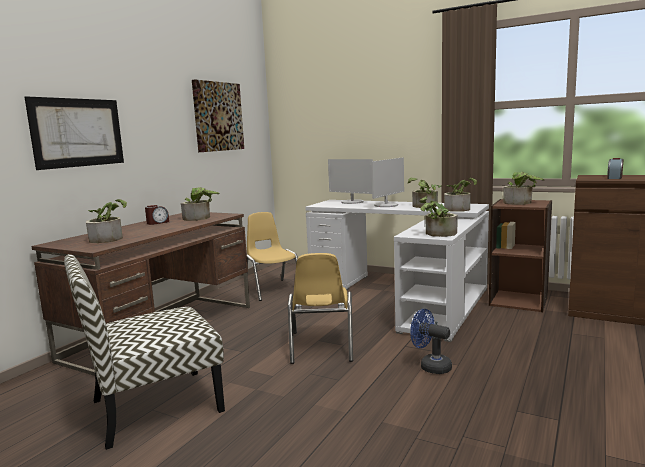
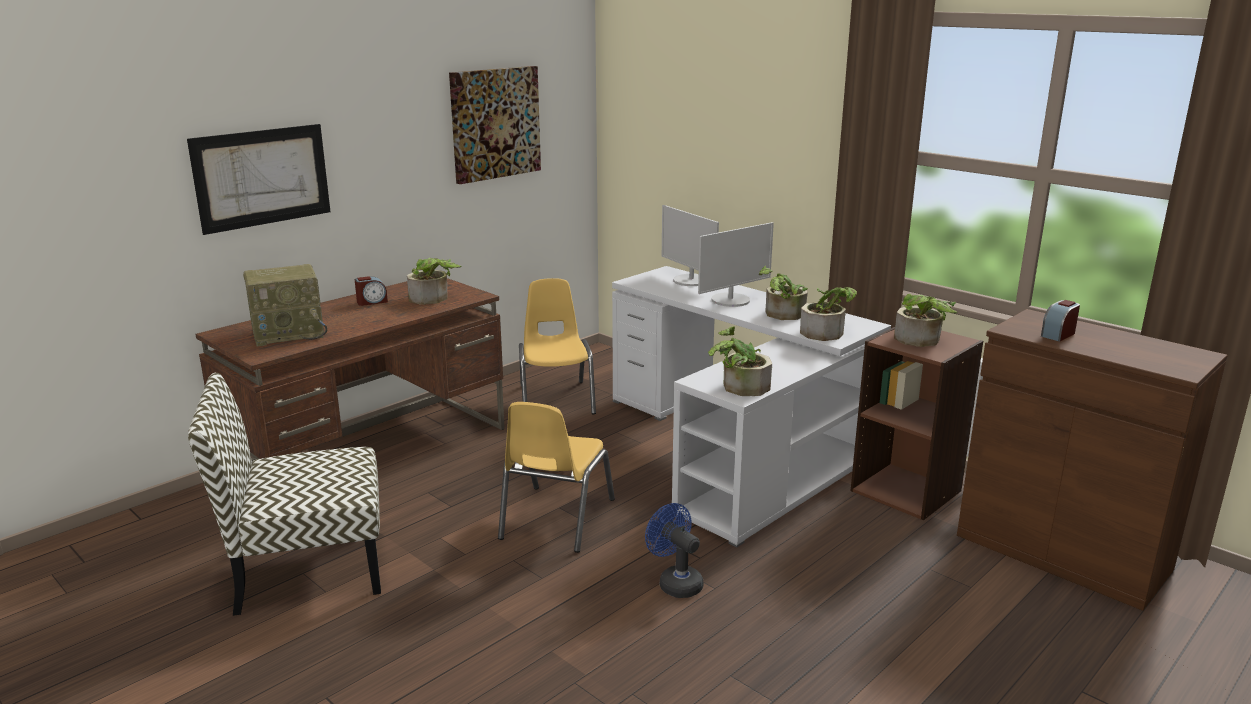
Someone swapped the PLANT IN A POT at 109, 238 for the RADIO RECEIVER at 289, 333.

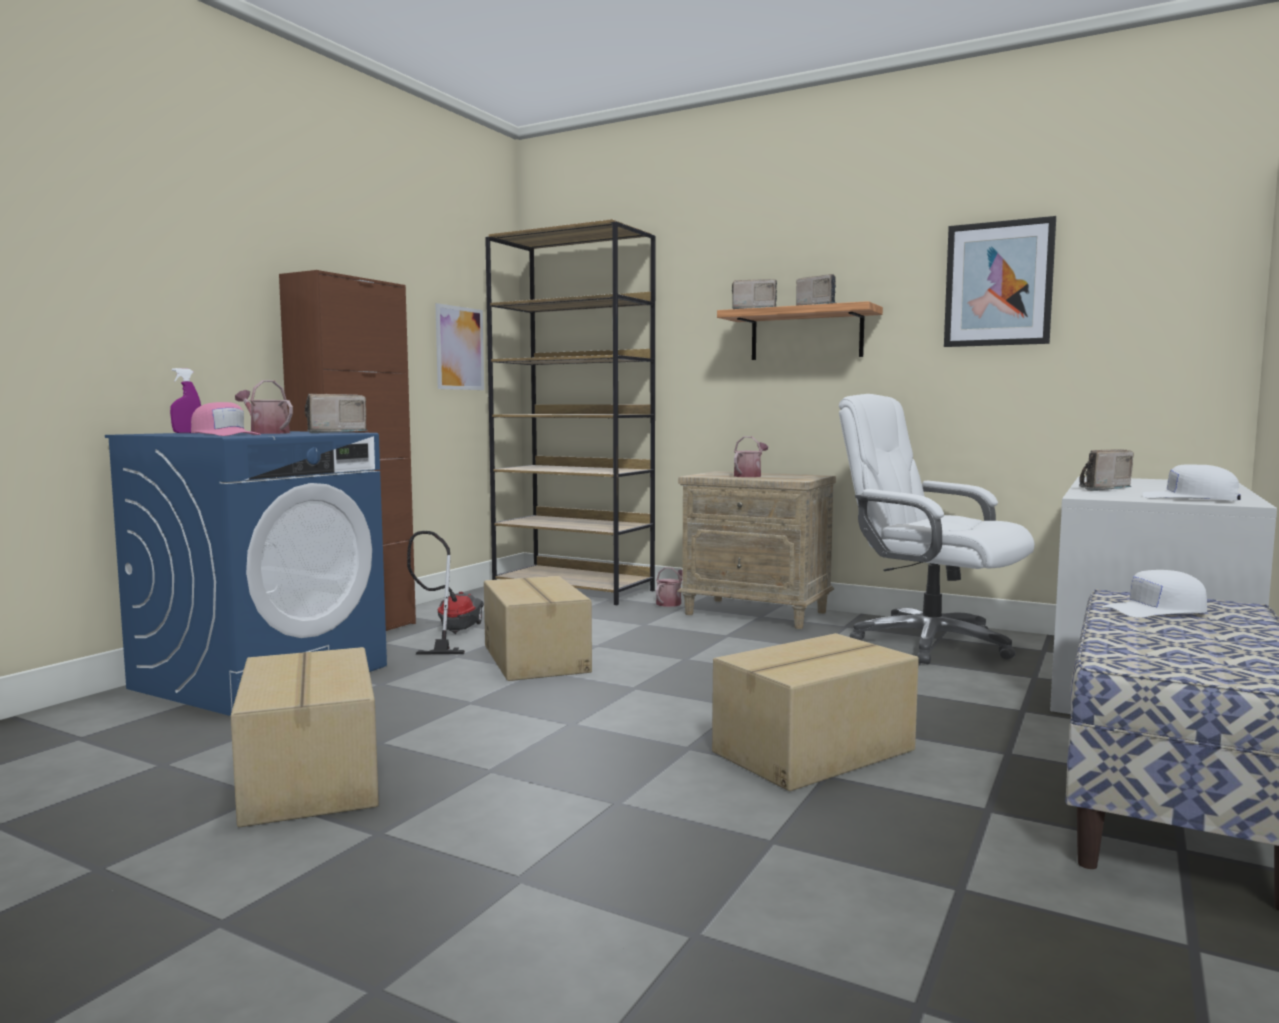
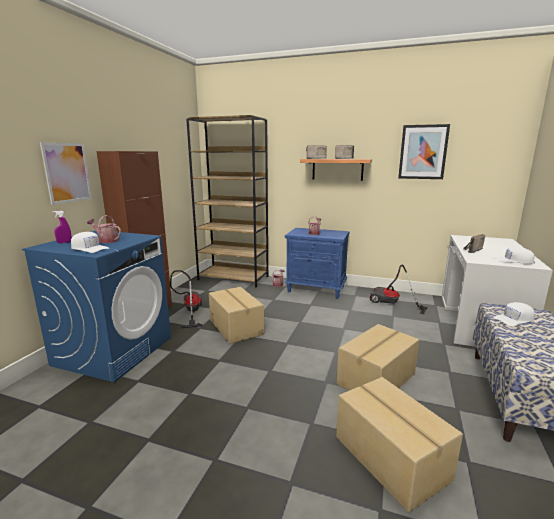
Someone repainted the PINK BASEBALL CAP at 224, 435, which became the WHITE BASEBALL CAP at 89, 248.
Someone carried the PACKING BOX from 307, 778 to 390, 458.
Someone took away the RADIO RECEIVER at 333, 432.
Someone carried the WALL PICTURE from 459, 348 to 67, 172.
Someone repainted the BEIGE NIGHTSTAND at 757, 613, which became the BLUE-COLOURED NIGHTSTAND at 316, 289.
Someone swapped the WHITE COMPUTER CHAIR at 929, 644 for the VACUUM at 391, 304.

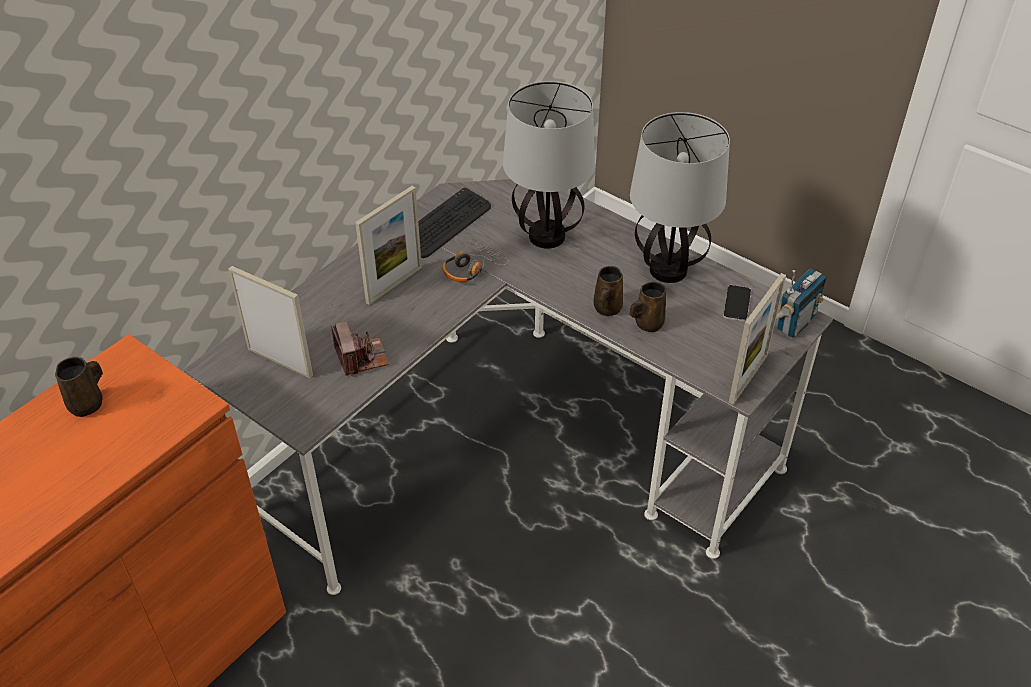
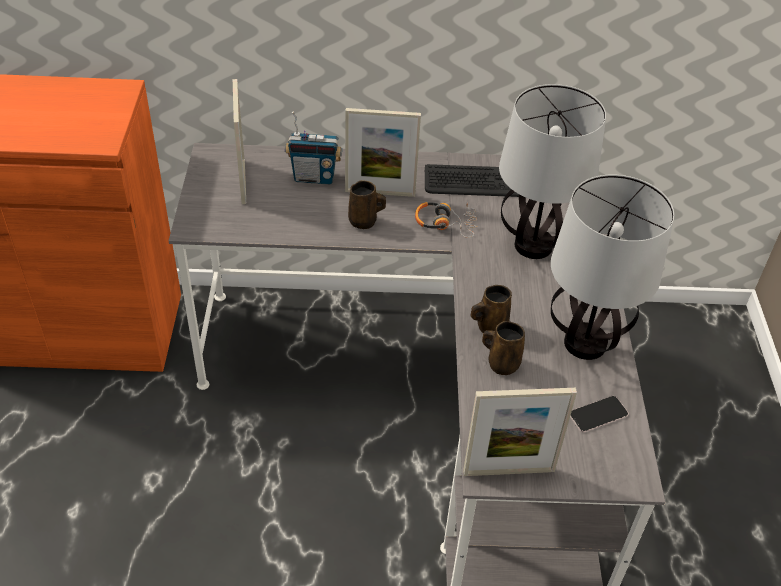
Someone carried the BROWN COFFEE MUG from 88, 404 to 364, 221.
Someone took away the PHOTO CAMERA at 361, 357.
Someone carried the RADIO RECEIVER from 794, 323 to 314, 177.

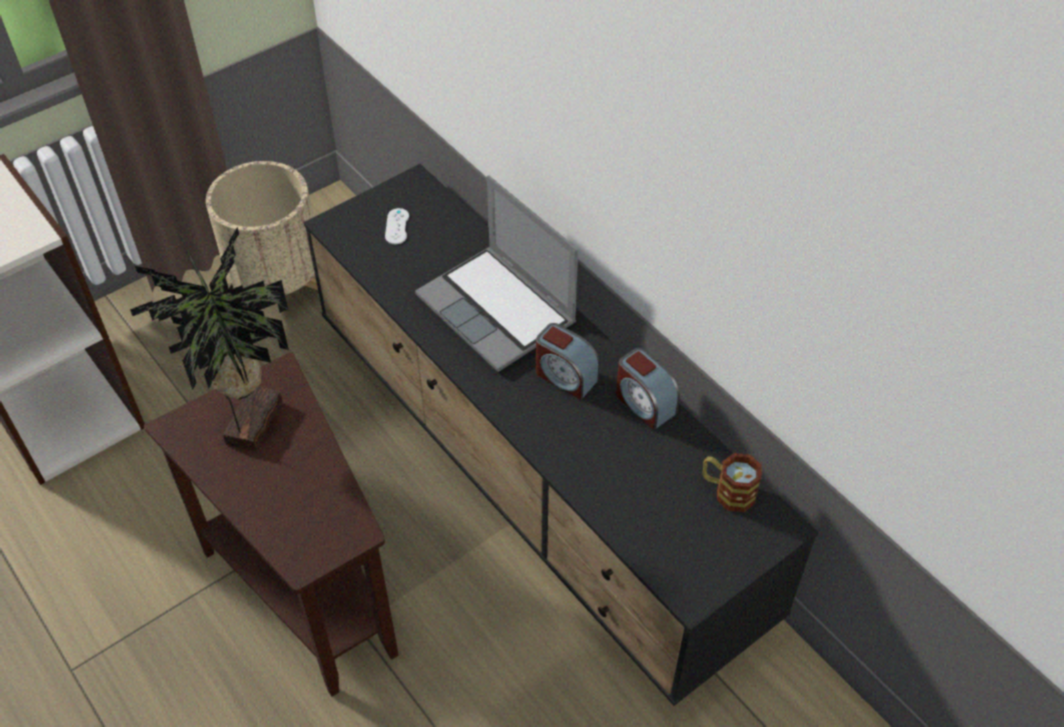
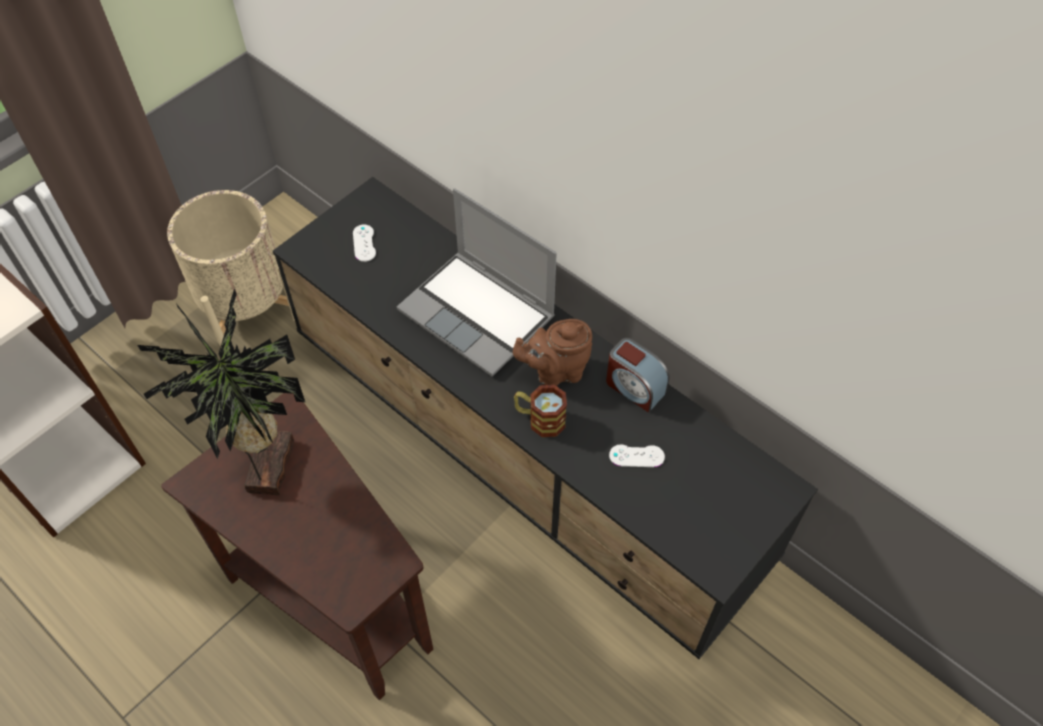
Someone swapped the BEDSIDE CLOCK at 565, 376 for the BROWN TEAPOT at 555, 371.
Someone carried the COFFEE MUG from 727, 491 to 539, 419.
Someone put down the WHITE GAME CONTROLLER at 636, 456.

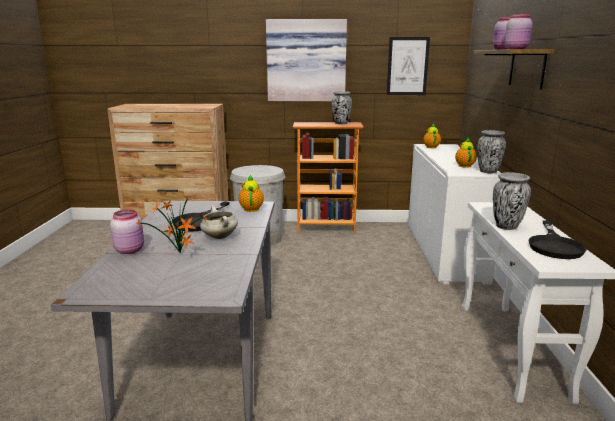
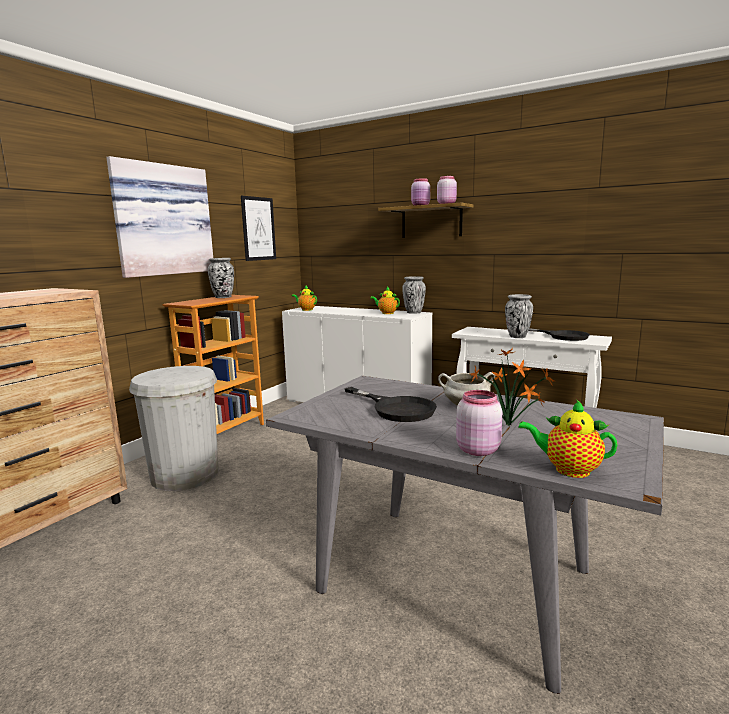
Someone carried the TEAPOT from 251, 208 to 568, 470.

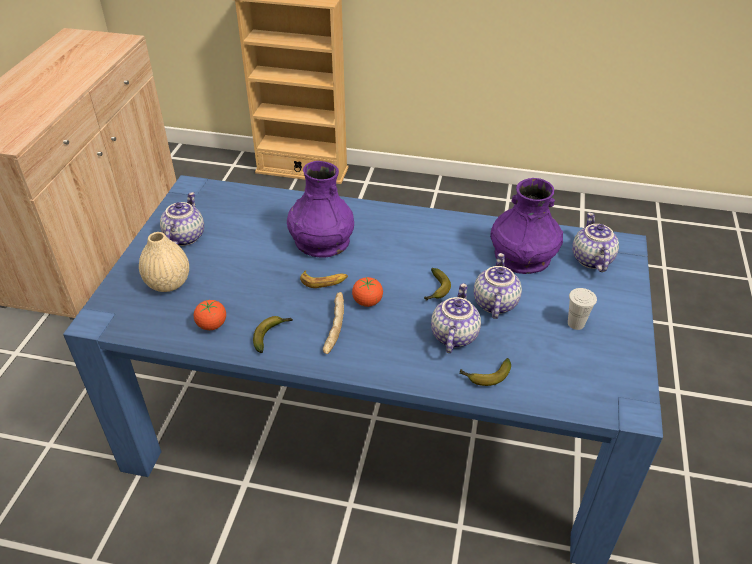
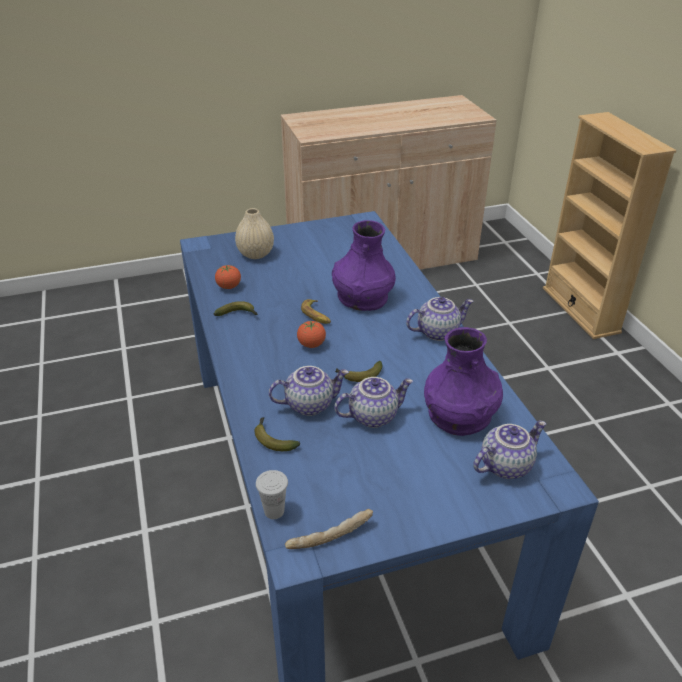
Someone carried the TEAPOT from 184, 237 to 437, 332.
Someone carried the BAKERY BREAD from 333, 328 to 329, 535.
Someone carried the WHITE DRINKING CUP from 576, 323 to 274, 511.

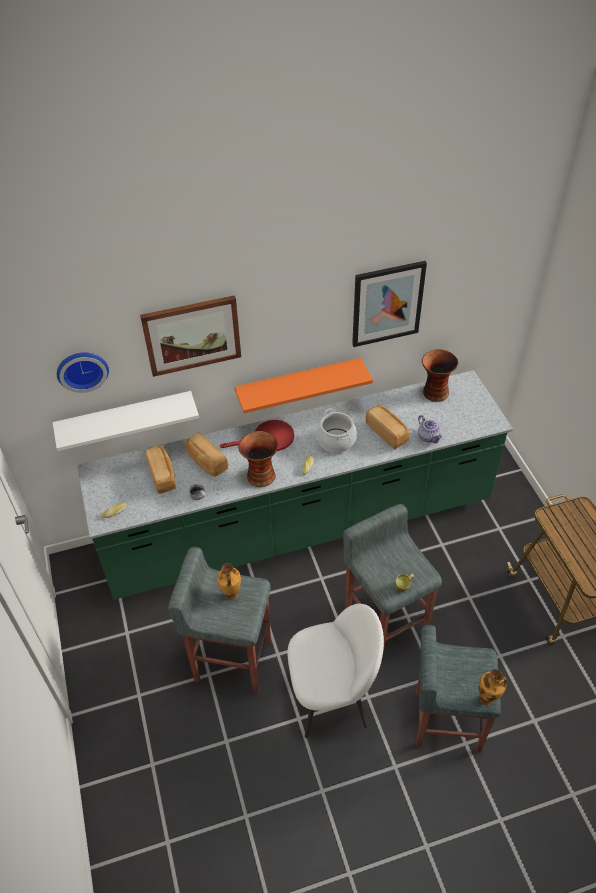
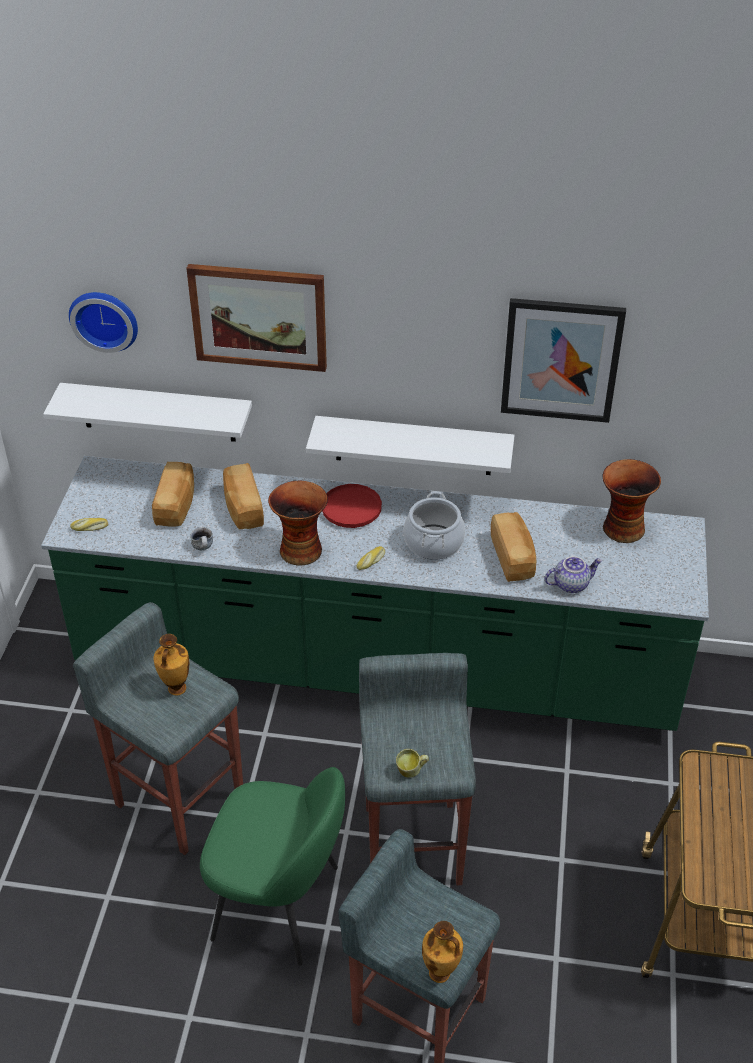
Someone repainted the ORANGEY WALL SHELF at 298, 384, which became the WHITE WALL SHELF at 413, 445.
Someone repainted the WHITE UPRIGHT CHAIR at 332, 696, which became the GREEN UPRIGHT CHAIR at 279, 903.
Someone rotated the TEAPOT at 429, 437 by 105 degrees counterclockwise.

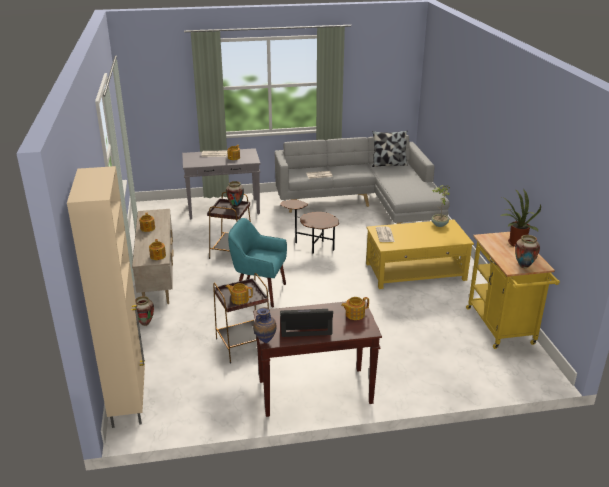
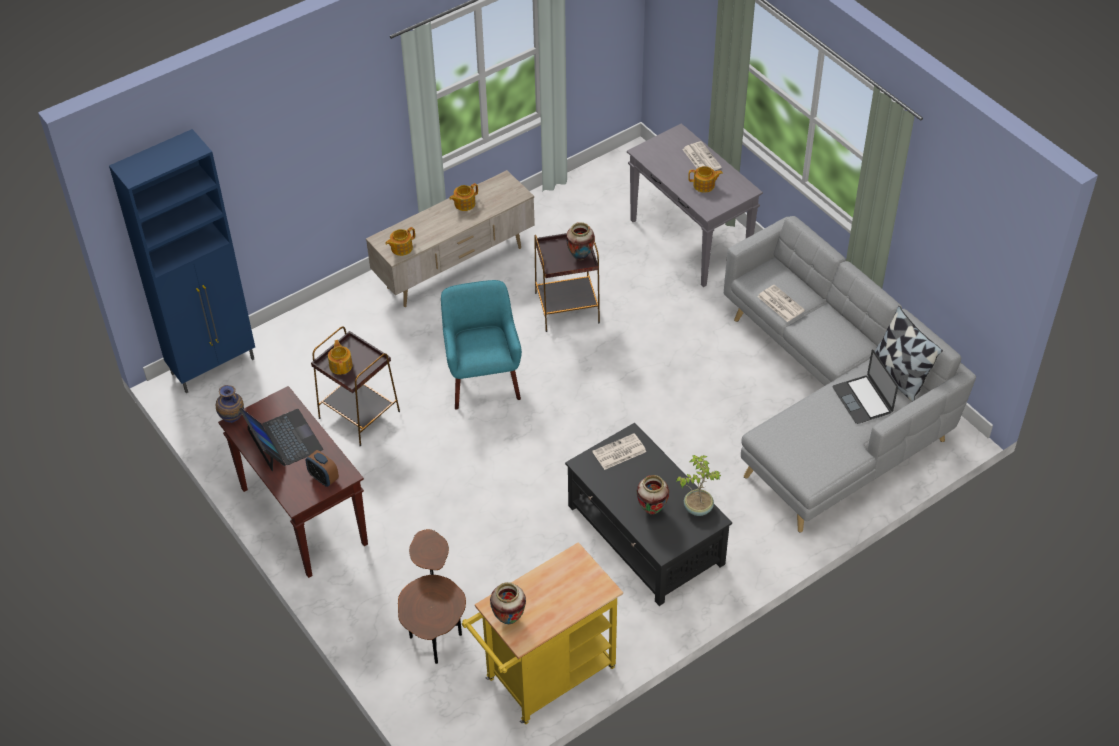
Someone repainted the BEIGE STORAGE CABINET at 129, 401, which became the BLUE-COLOURED STORAGE CABINET at 214, 366.
Someone carried the DECORATIVE VASE from 145, 323 to 652, 510.
Someone carried the BROWN SIDE TABLE from 312, 246 to 435, 626.
Someone swapped the TEAPOT at 354, 314 for the BEDSIDE CLOCK at 323, 478.
Someone repainted the YELLOW LOW TABLE at 416, 272, which became the BLACKISH LOW TABLE at 645, 535.
Someone took away the PLANT IN A POT at 515, 243.
Someone put down the LAPTOP at 862, 400.

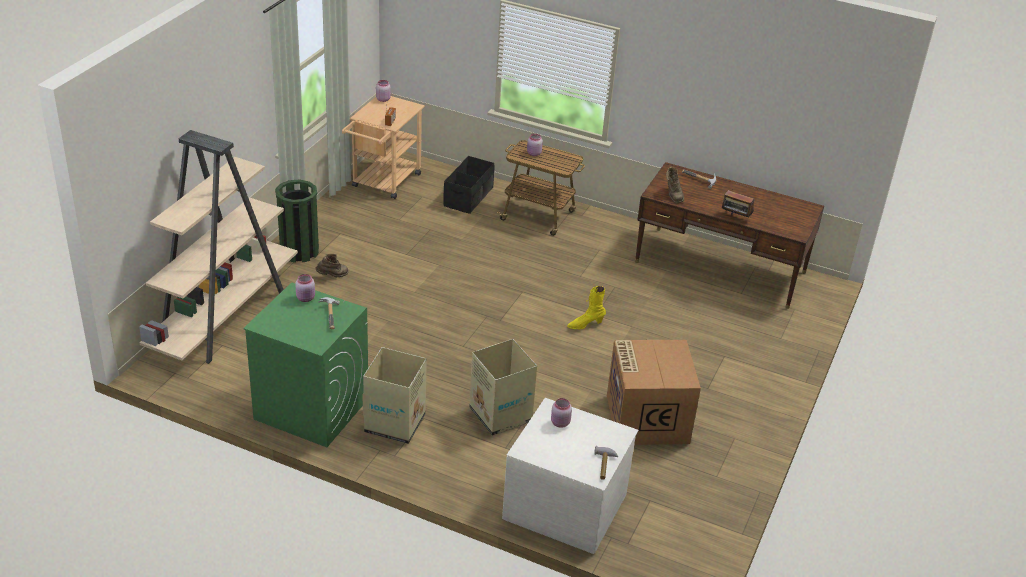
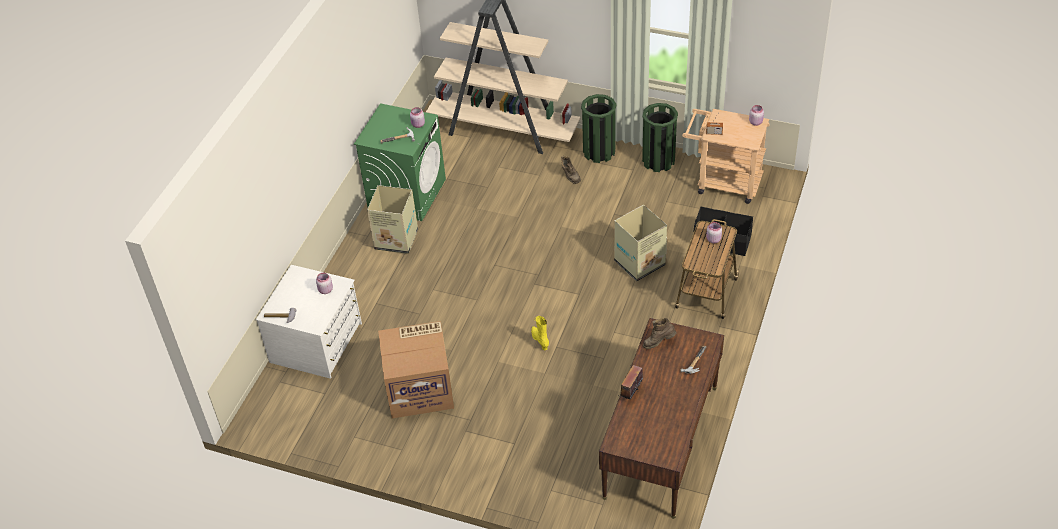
Someone carried the PACKING BOX from 501, 415 to 638, 263.
Someone put down the GREEN RUBBISH BIN at 658, 161.

